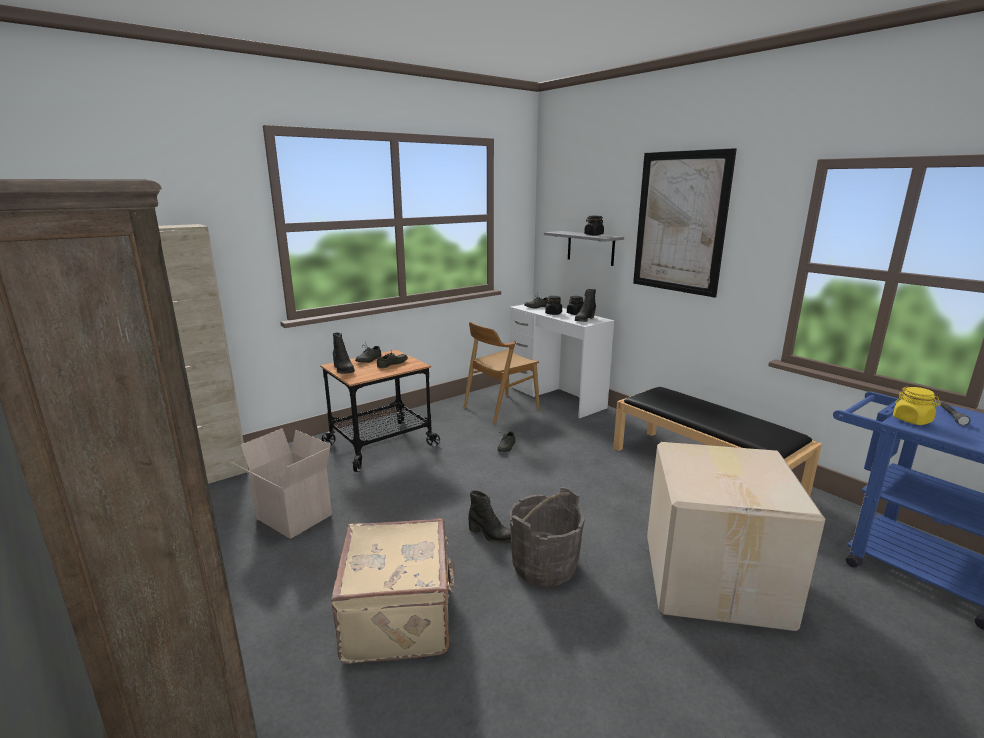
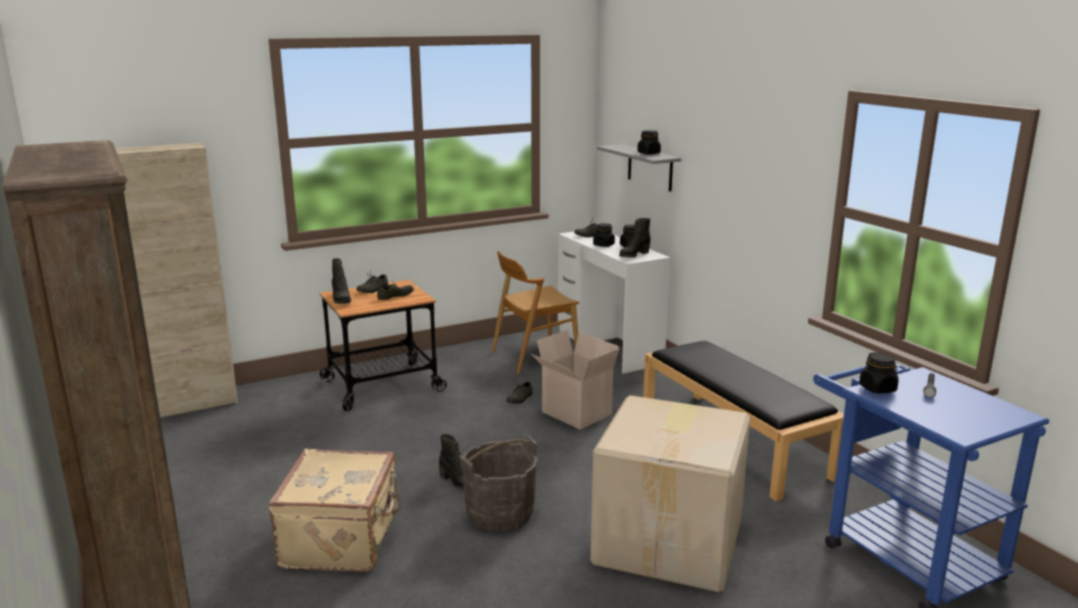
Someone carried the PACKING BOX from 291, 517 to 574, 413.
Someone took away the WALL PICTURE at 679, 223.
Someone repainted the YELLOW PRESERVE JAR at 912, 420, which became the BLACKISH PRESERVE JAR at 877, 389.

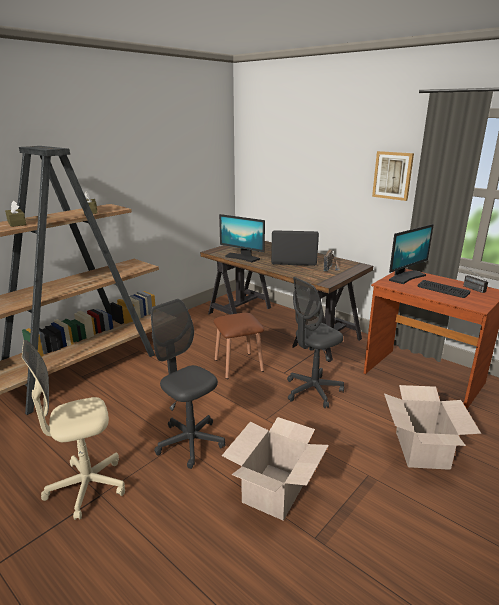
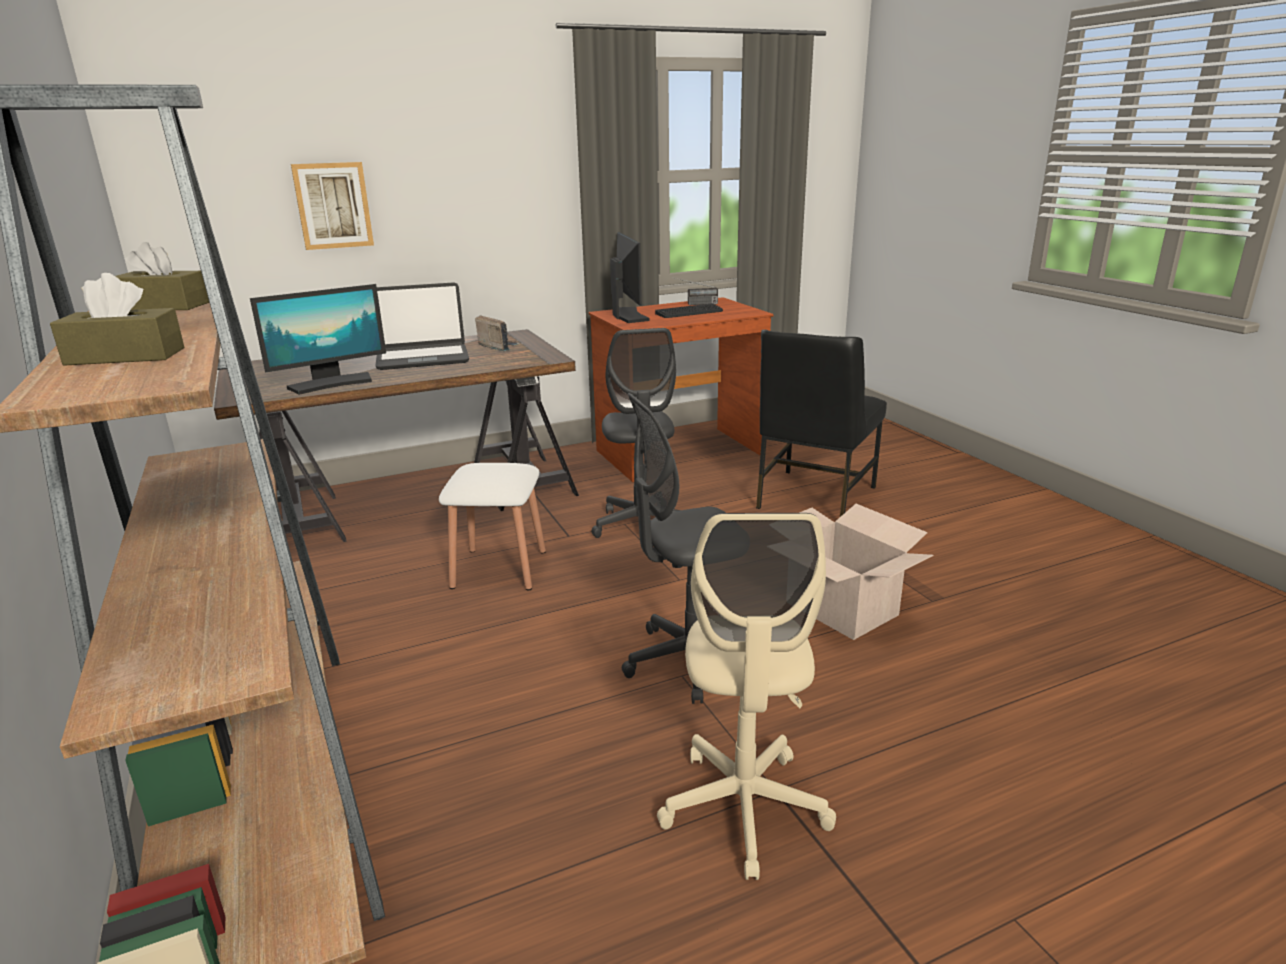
Someone repainted the BROWN STOOL SEAT at 238, 365, which became the WHITE STOOL SEAT at 499, 569.
Someone rotated the LAPTOP at 293, 261 by 135 degrees counterclockwise.
Someone carried the WALL PICTURE from 392, 175 to 333, 205.
Someone swapped the PACKING BOX at 421, 449 for the BLACKISH UPRIGHT CHAIR at 813, 497.

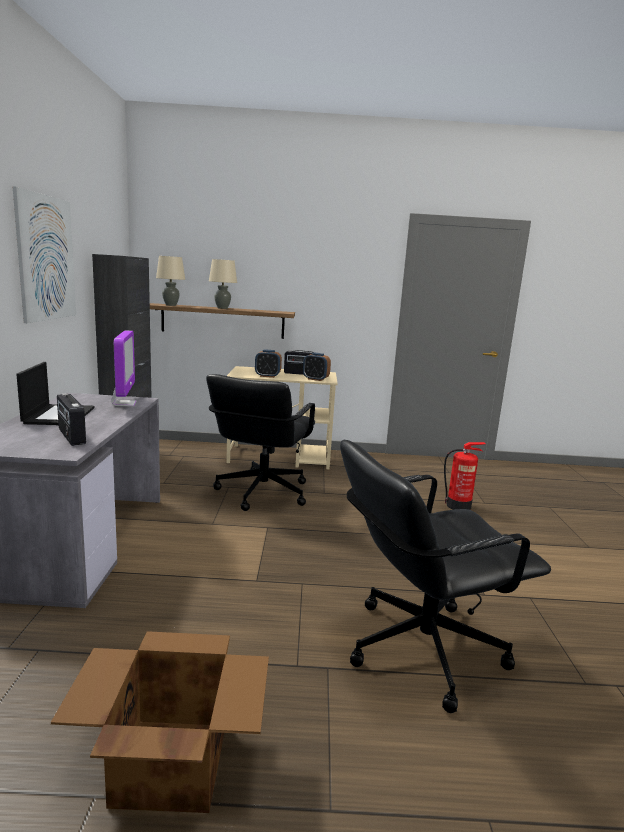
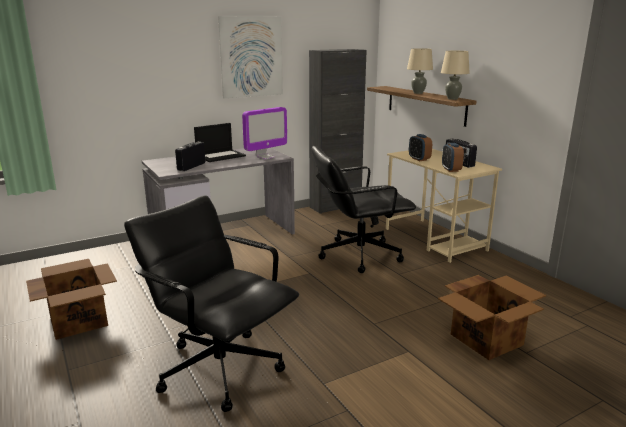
Someone carried the BEIGE TABLE LAMP from 171, 305 to 452, 99.
Someone swapped the EXTINGUISHER at 459, 506 for the PACKING BOX at 487, 339.

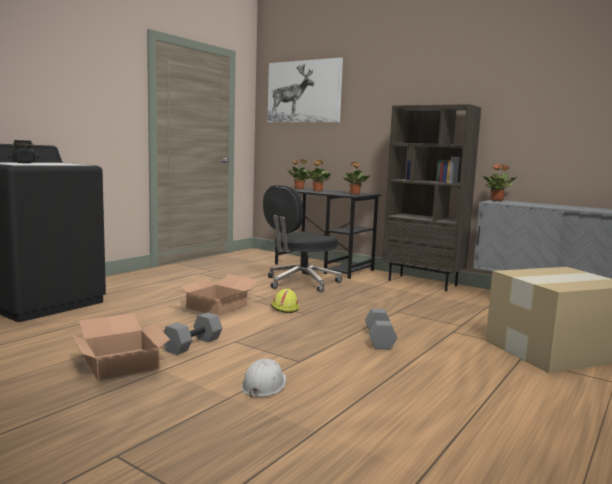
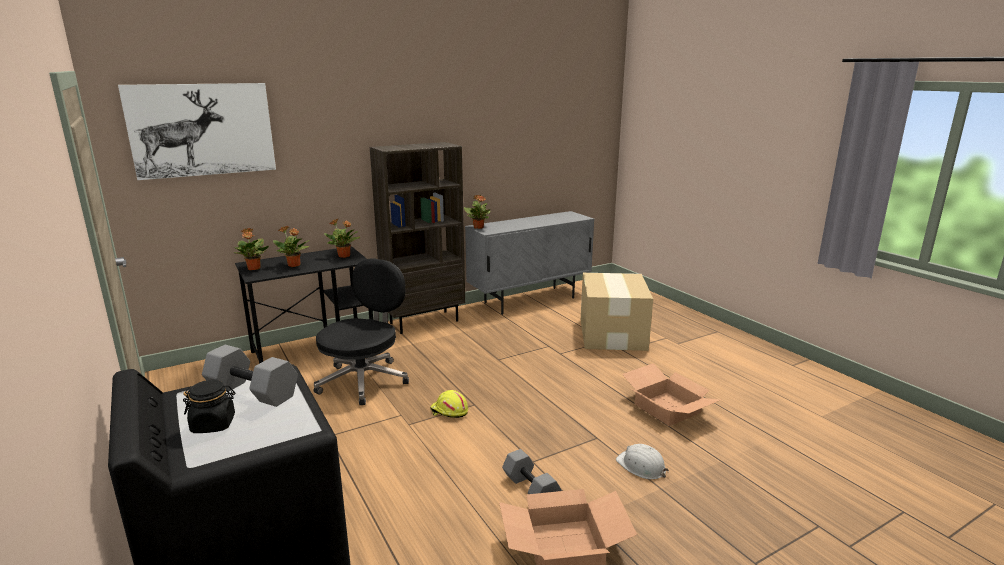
Someone carried the PACKING BOX from 216, 306 to 666, 408.
Someone rotated the BLACKISH COMPUTER CHAIR at 301, 283 by 135 degrees counterclockwise.
Someone carried the GREY FREE WEIGHT from 380, 340 to 254, 391.

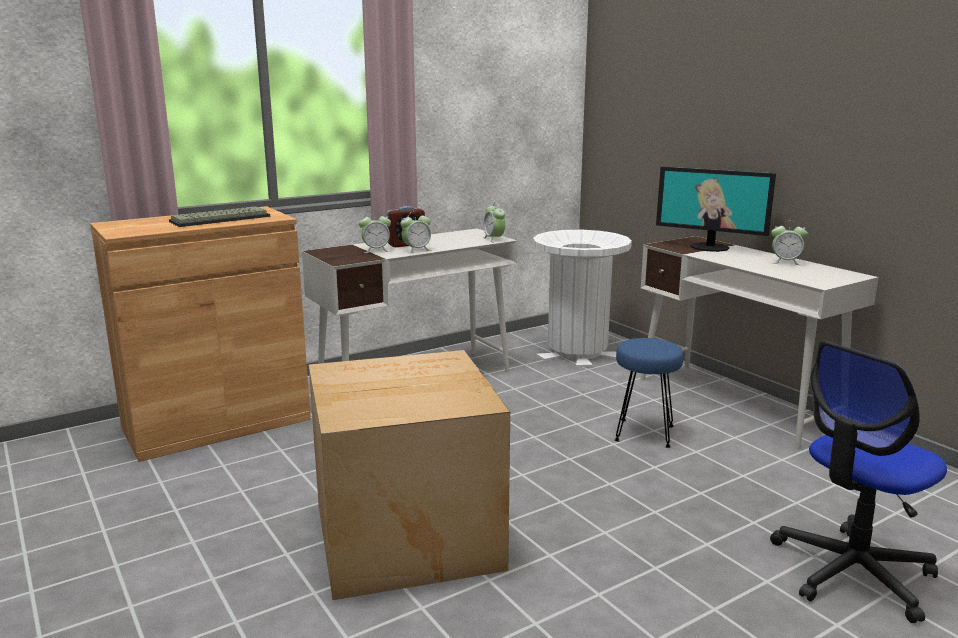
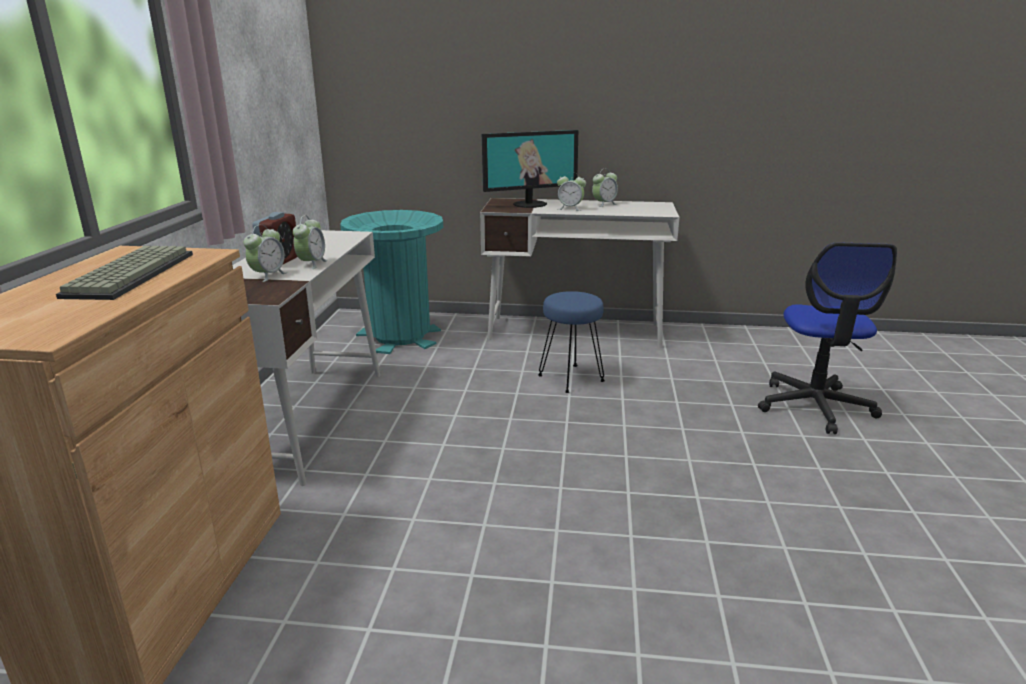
Someone took away the PACKING BOX at 403, 535.
Someone carried the BEDSIDE CLOCK from 494, 239 to 570, 208.
Someone repainted the WHITE RUBBISH BIN at 577, 351, which became the BLUE-GREEN RUBBISH BIN at 400, 336.

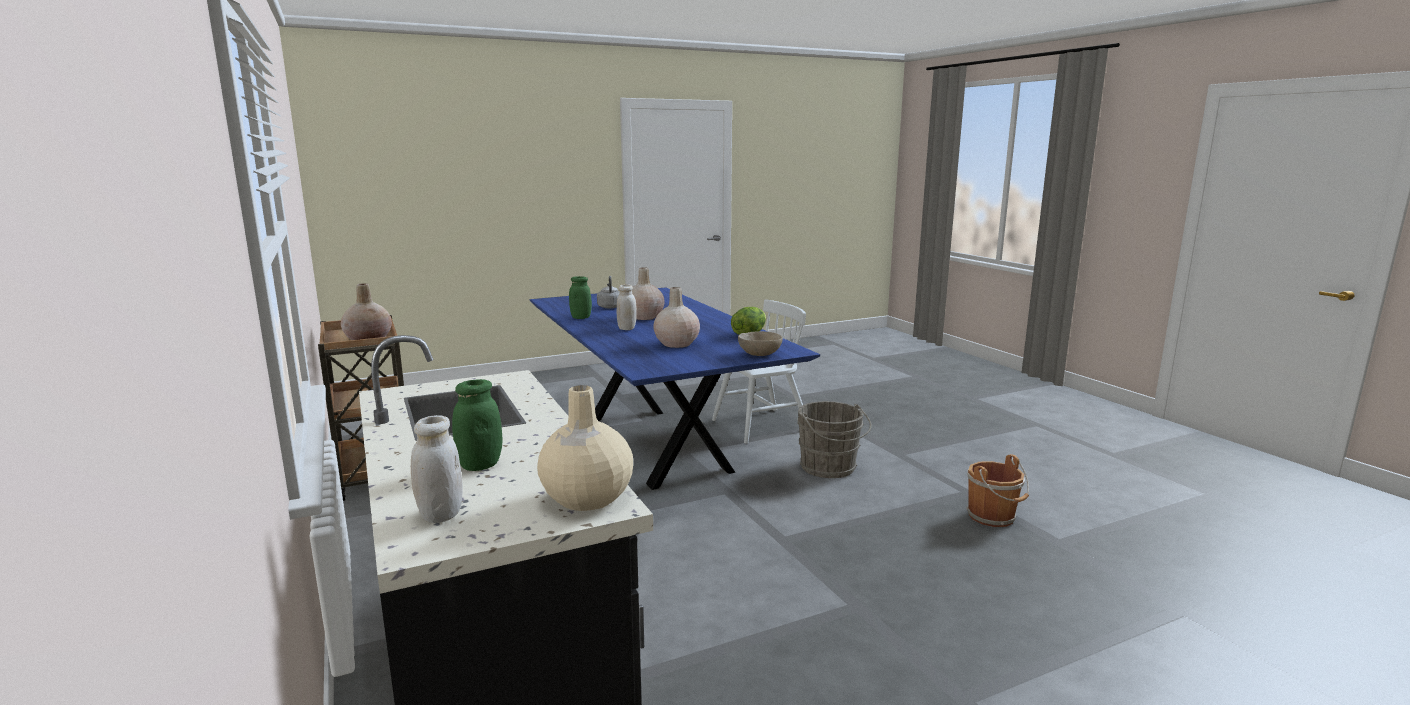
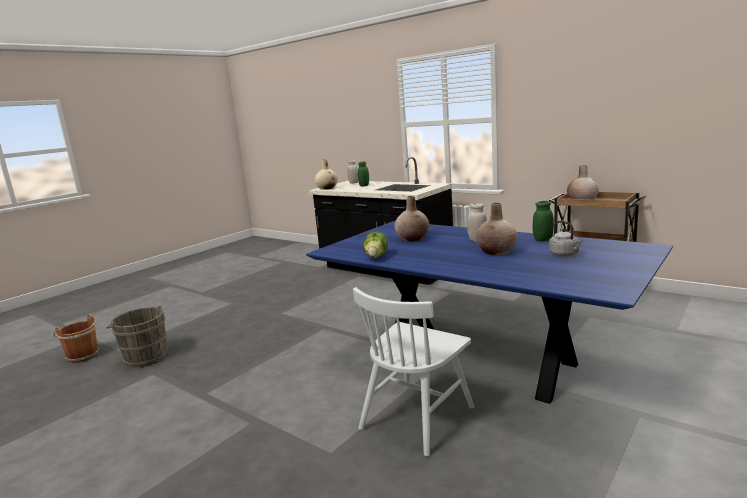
Someone took away the BEIGE SERVING BOWL at 760, 354.
Someone carried the GREY WATER BUCKET from 829, 468 to 145, 356.
Someone carried the BROWN WATER BUCKET from 993, 517 to 82, 355.

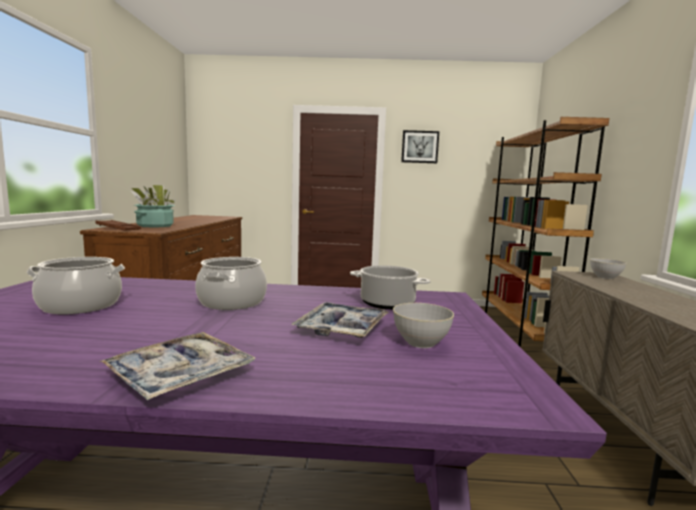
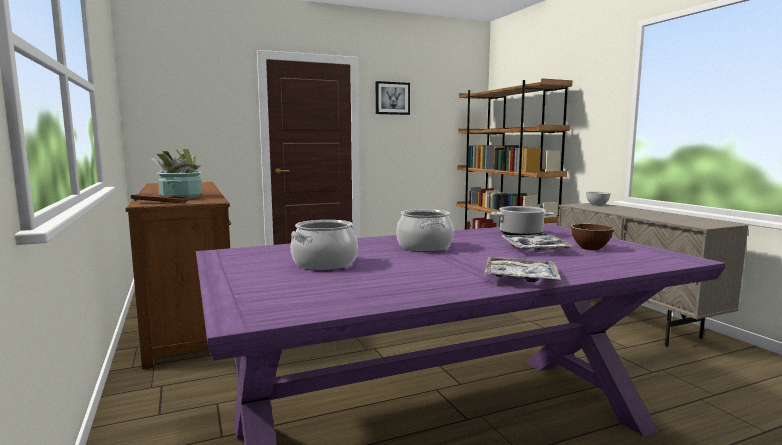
Someone repainted the GREY SERVING BOWL at 421, 342, which became the BROWN SERVING BOWL at 590, 248.

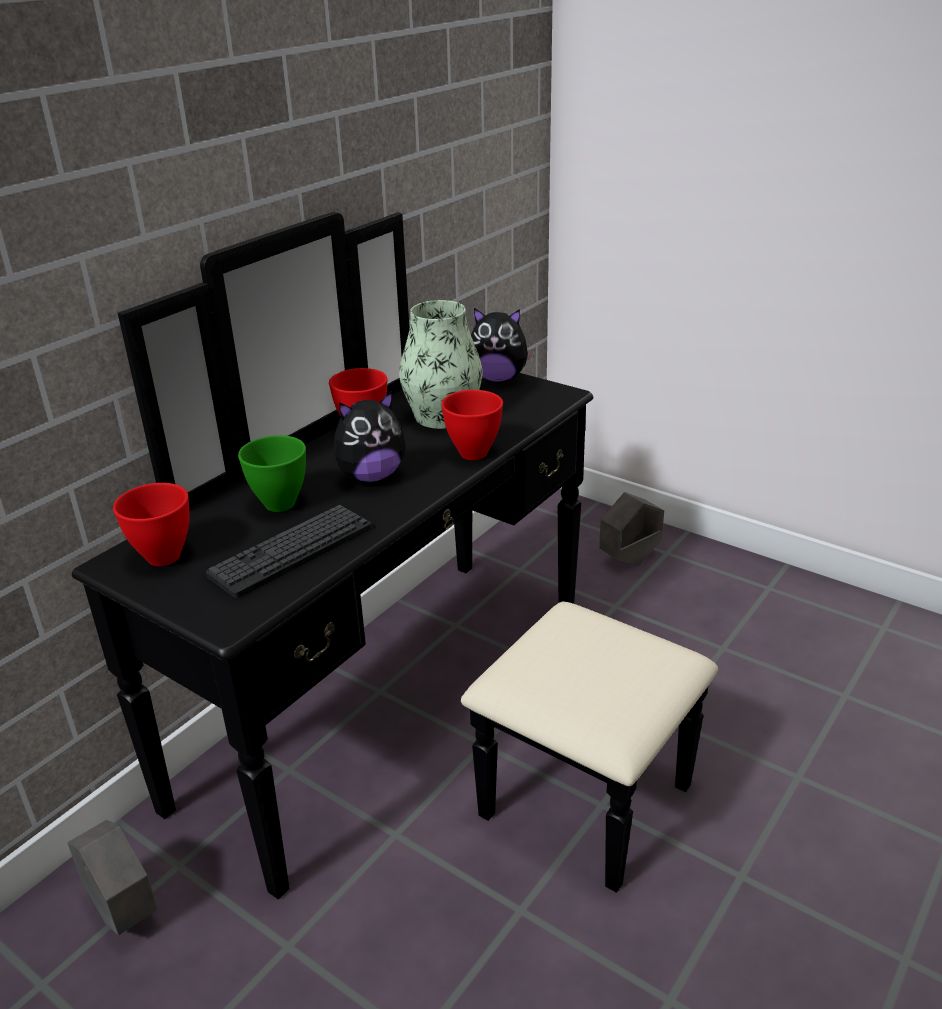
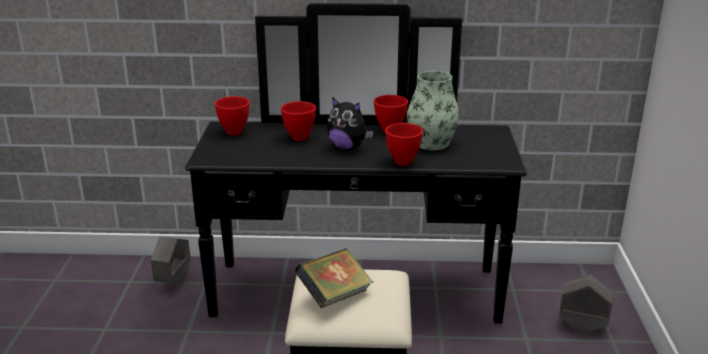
Someone took away the PC KEYBOARD at 292, 551.
Someone repainted the GREEN SERVING BOWL at 281, 503, which became the RED-COLOURED SERVING BOWL at 300, 137.
Someone took away the PLUSH TOY at 498, 378.
Someone put down the BOUND BOOK at 334, 296.

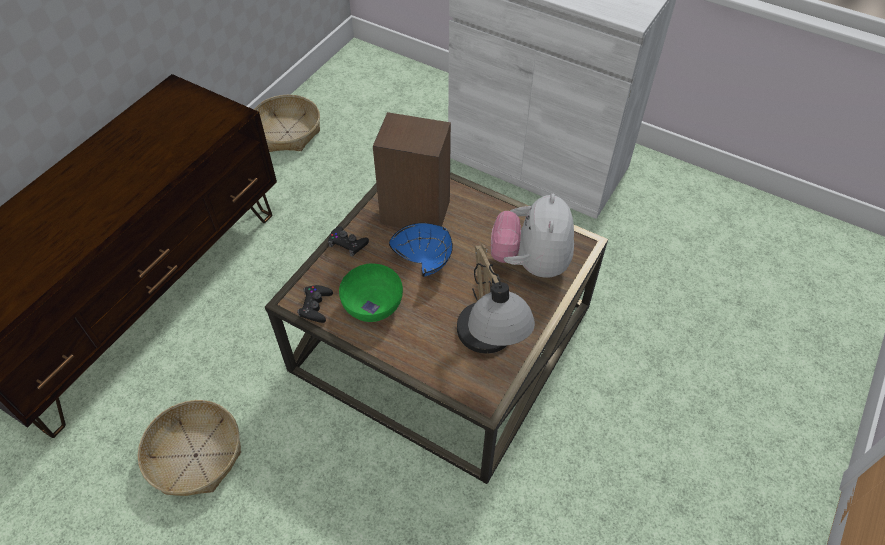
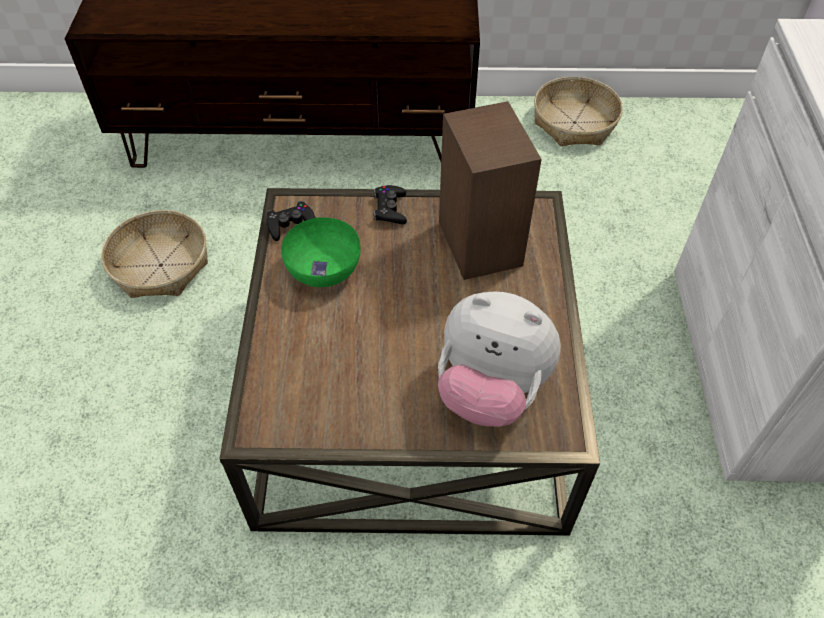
Someone took away the BLUE-COLOURED SERVING BOWL at 426, 259.
Someone took away the TABLE LAMP at 490, 343.
Someone rotated the PLUSH TOY at 530, 262 by 135 degrees counterclockwise.

